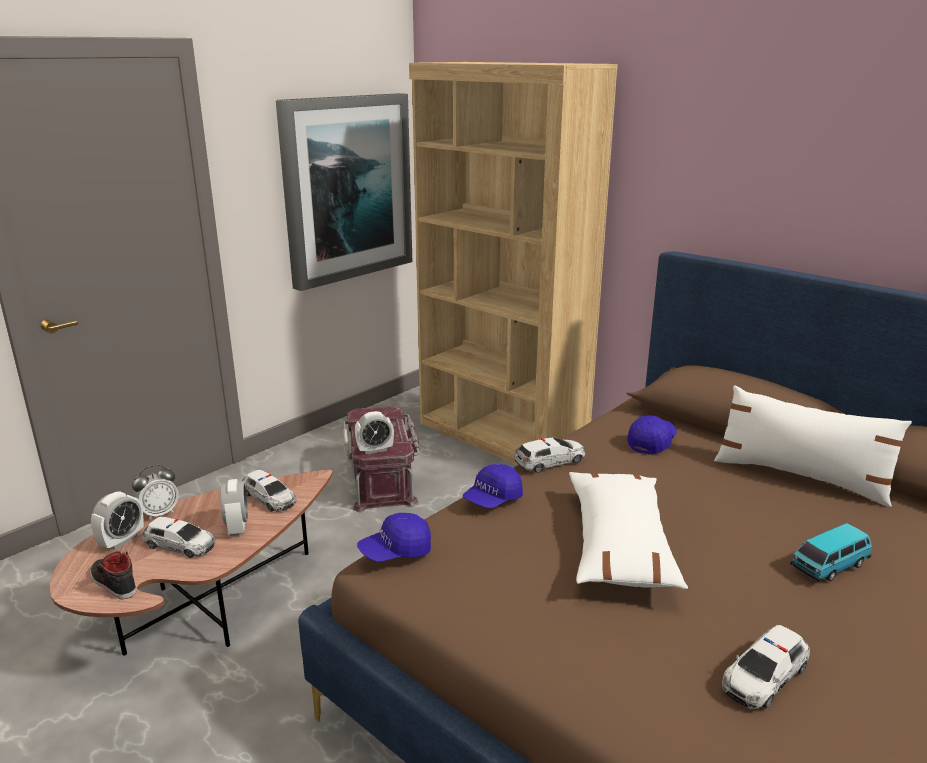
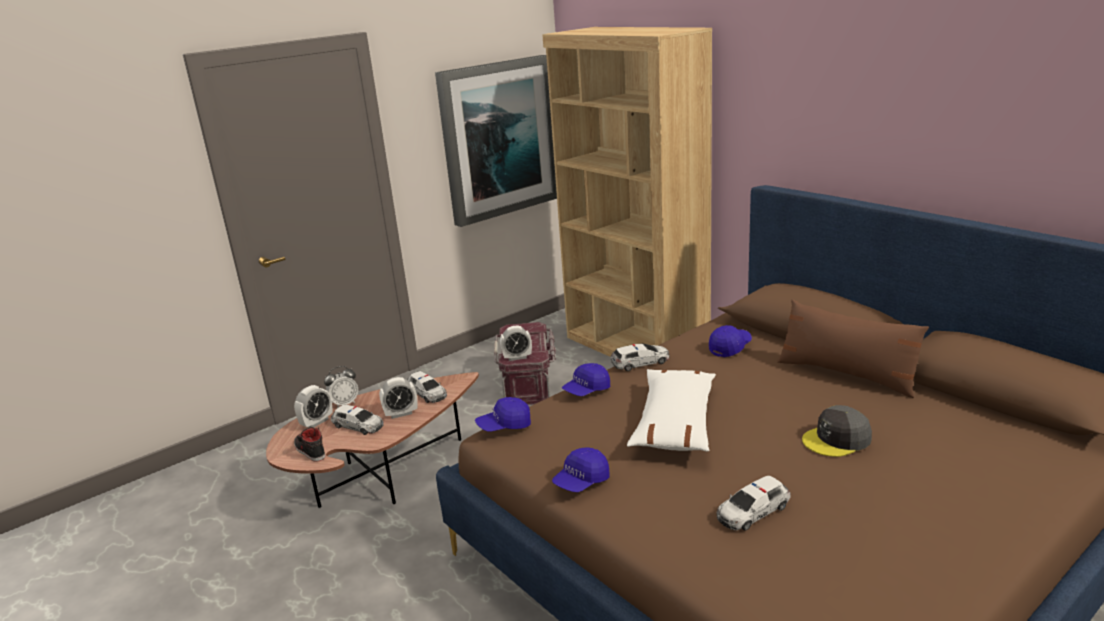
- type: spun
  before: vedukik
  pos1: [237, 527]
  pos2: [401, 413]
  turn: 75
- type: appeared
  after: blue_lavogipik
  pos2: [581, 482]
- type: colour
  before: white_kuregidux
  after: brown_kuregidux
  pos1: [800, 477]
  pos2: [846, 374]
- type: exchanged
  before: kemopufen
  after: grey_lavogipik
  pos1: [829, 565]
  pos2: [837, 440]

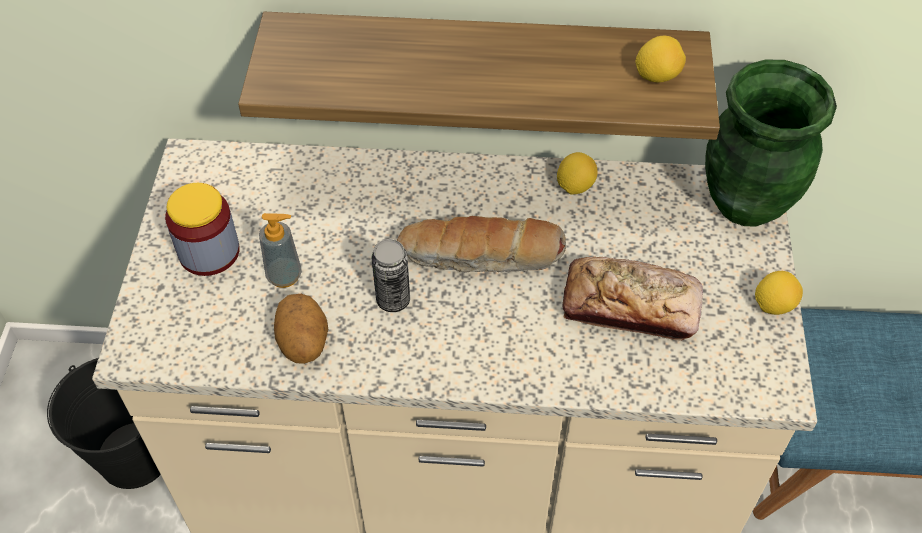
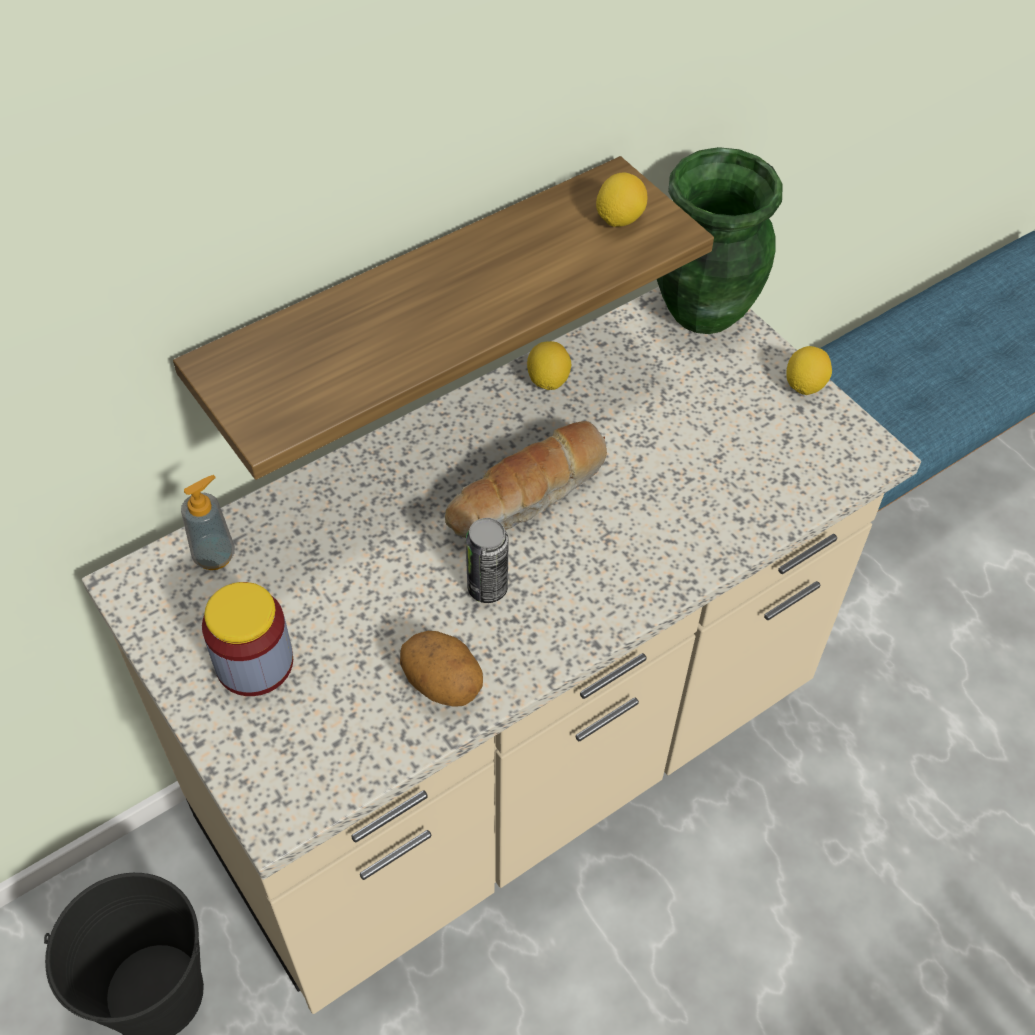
- type: relocated
  before: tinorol
  pos1: [284, 276]
  pos2: [214, 555]
- type: missing
  before: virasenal
  pos1: [630, 306]

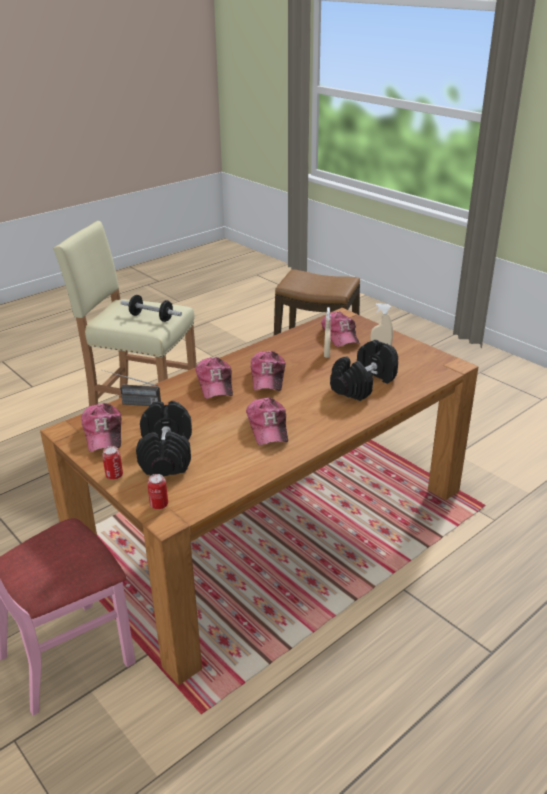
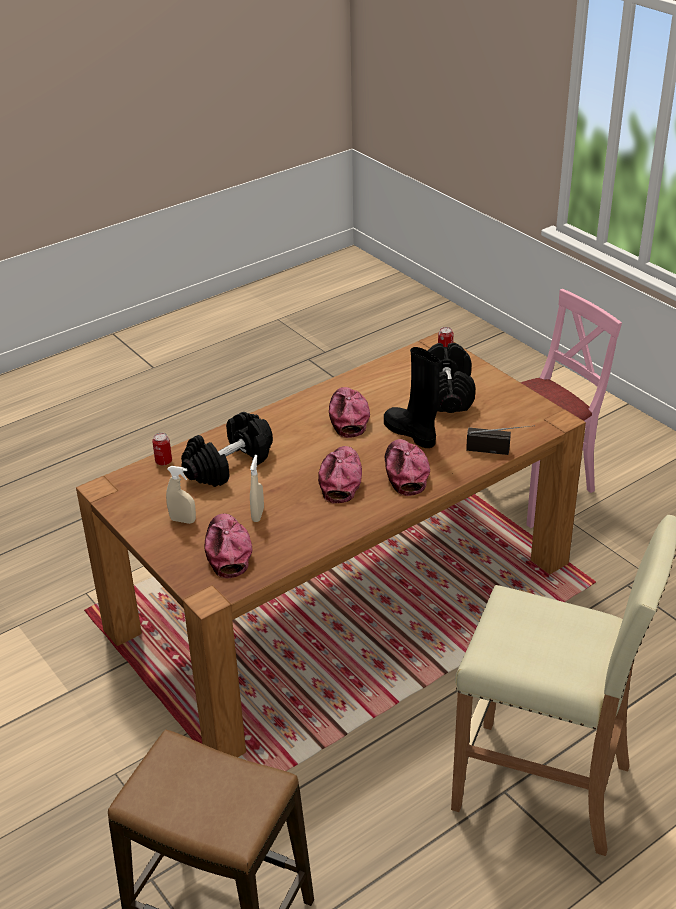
- type: relocated
  before: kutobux
  pos1: [114, 475]
  pos2: [163, 461]
- type: appeared
  after: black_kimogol
  pos2: [411, 433]
- type: missing
  before: lavogipik
  pos1: [103, 434]
- type: missing
  before: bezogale
  pos1: [151, 317]

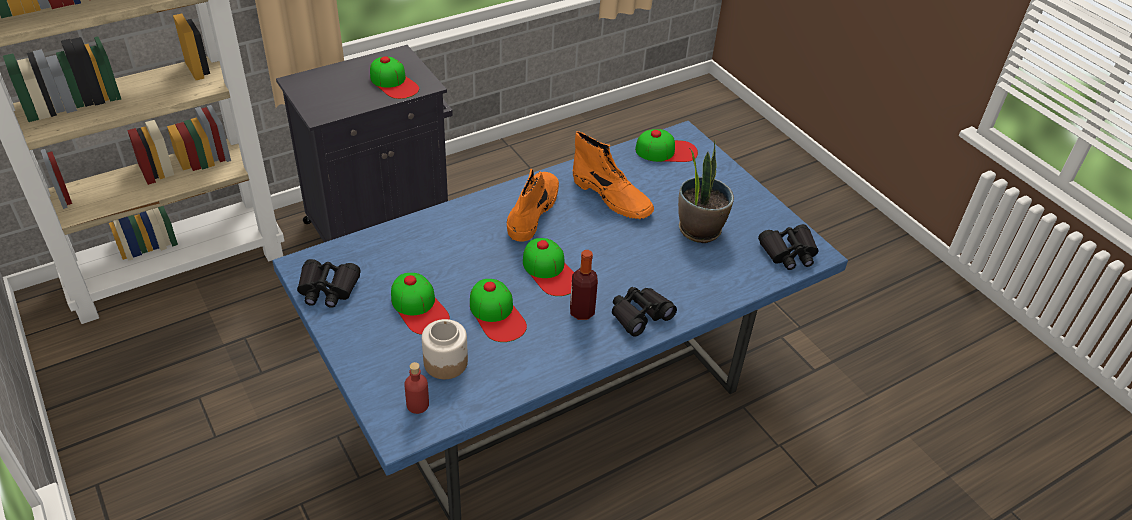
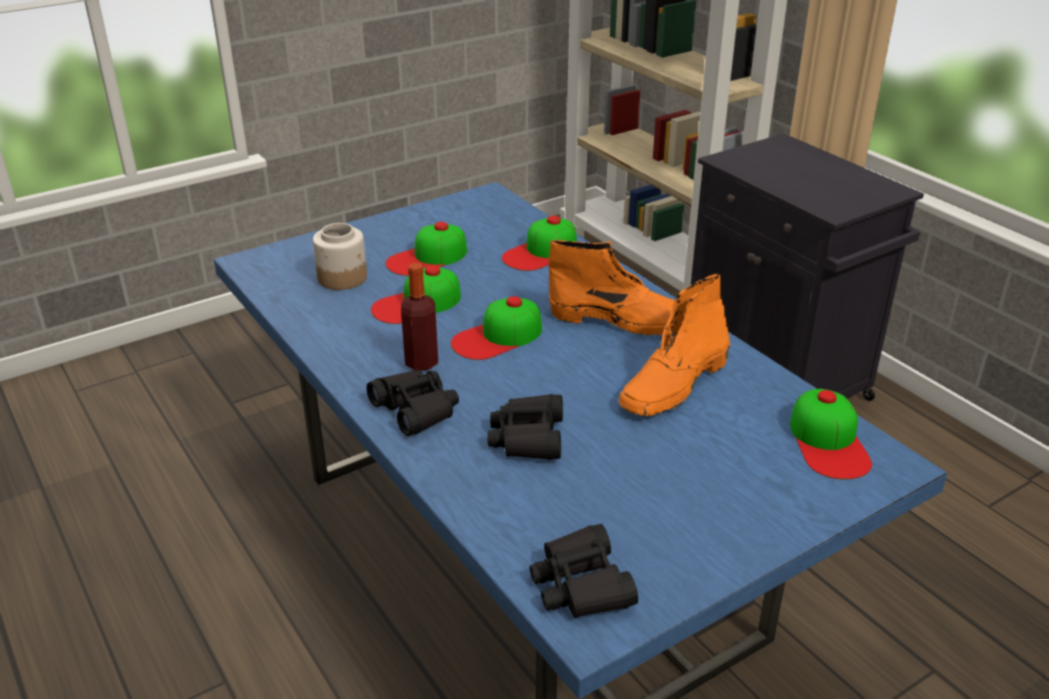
- type: relocated
  before: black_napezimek
  pos1: [327, 289]
  pos2: [528, 437]
- type: relocated
  before: lavogipik
  pos1: [394, 83]
  pos2: [540, 252]
- type: missing
  before: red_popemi
  pos1: [417, 405]
- type: missing
  before: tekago
  pos1: [699, 229]

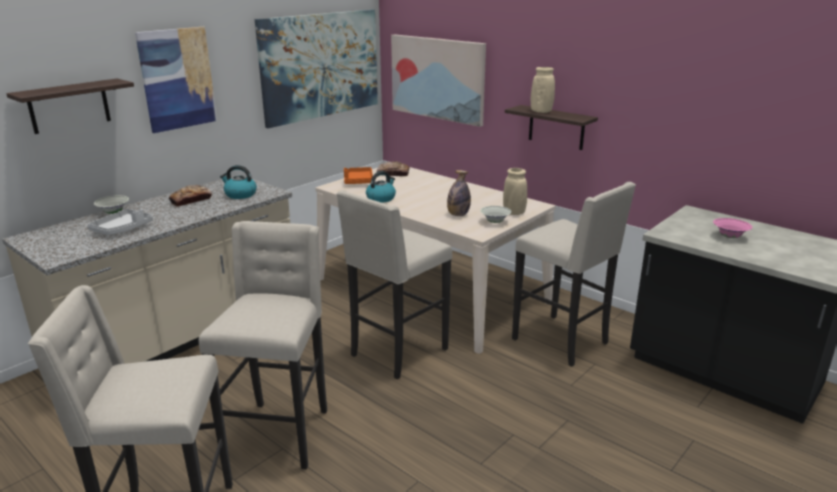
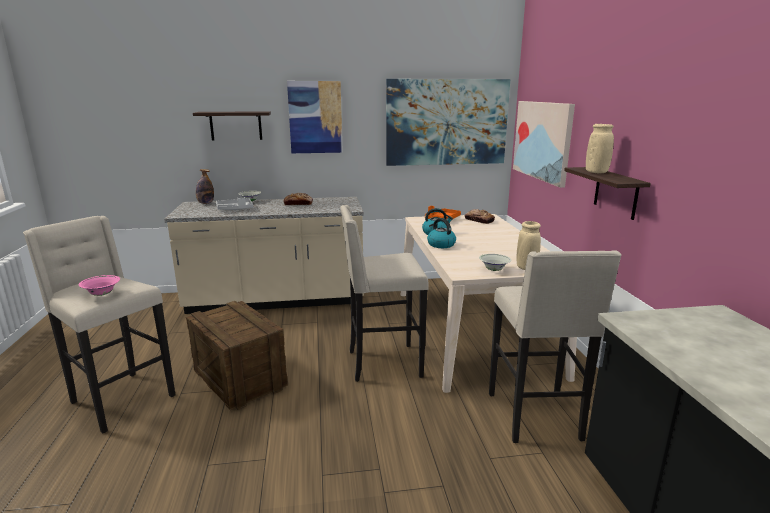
- type: relocated
  before: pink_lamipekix
  pos1: [730, 237]
  pos2: [102, 294]
- type: exchanged
  before: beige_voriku
  after: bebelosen
  pos1: [279, 433]
  pos2: [240, 379]
- type: relocated
  before: popemi
  pos1: [458, 215]
  pos2: [205, 203]
- type: relocated
  before: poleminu
  pos1: [240, 194]
  pos2: [440, 244]

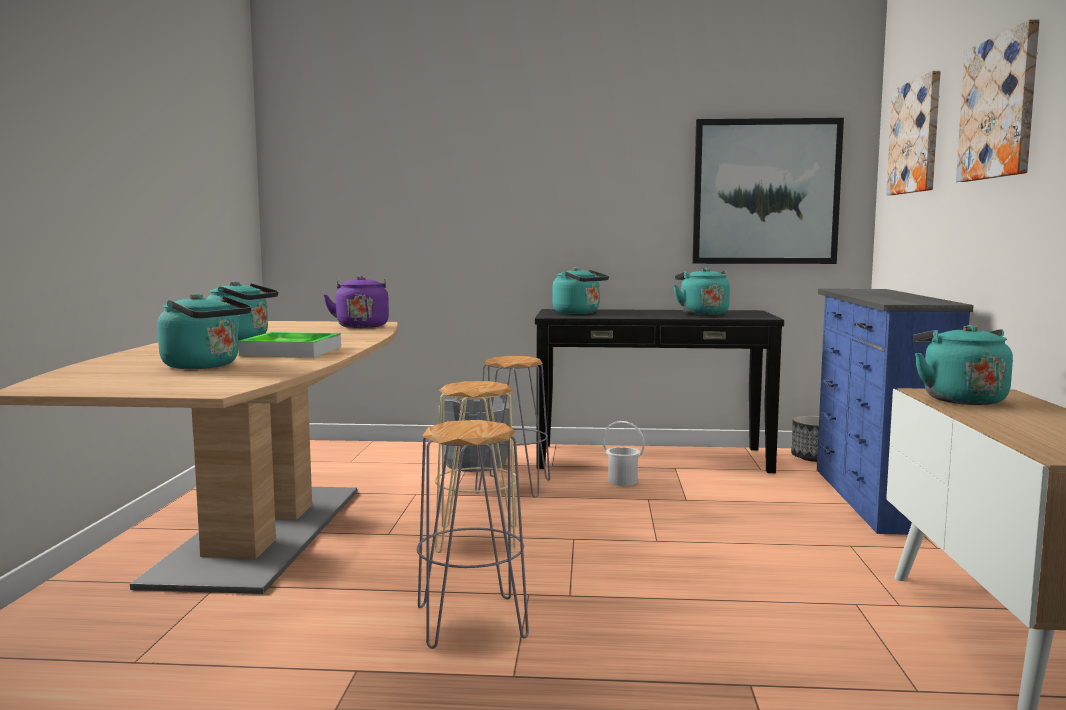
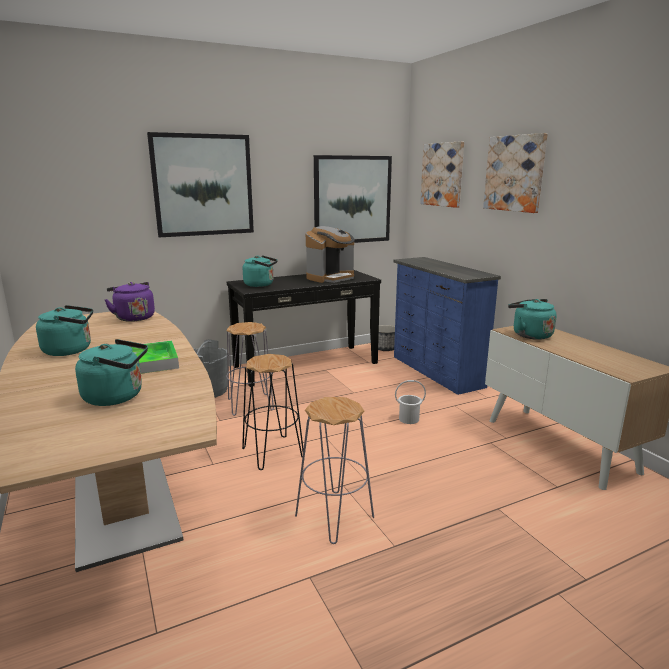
- type: appeared
  after: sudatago
  pos2: [203, 185]
- type: colour
  before: beige_voriku
  after: black_voriku
  pos1: [477, 540]
  pos2: [273, 453]
- type: exchanged
  before: turquoise_poleminu
  after: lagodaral
  pos1: [702, 314]
  pos2: [331, 278]
- type: relocated
  before: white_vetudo
  pos1: [622, 482]
  pos2: [409, 419]

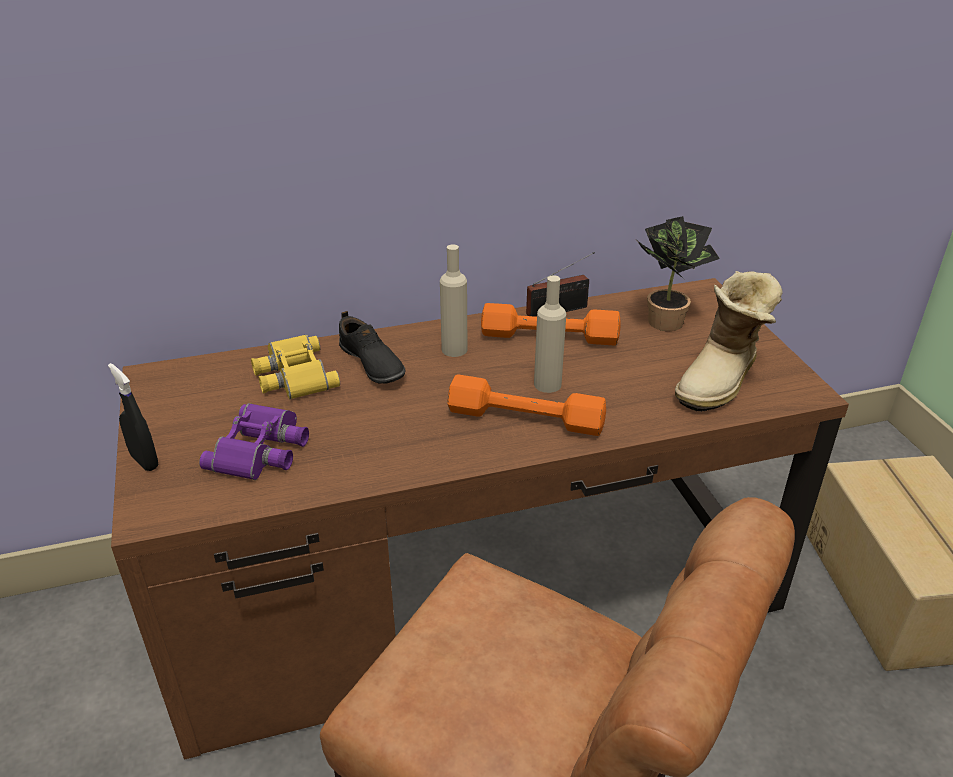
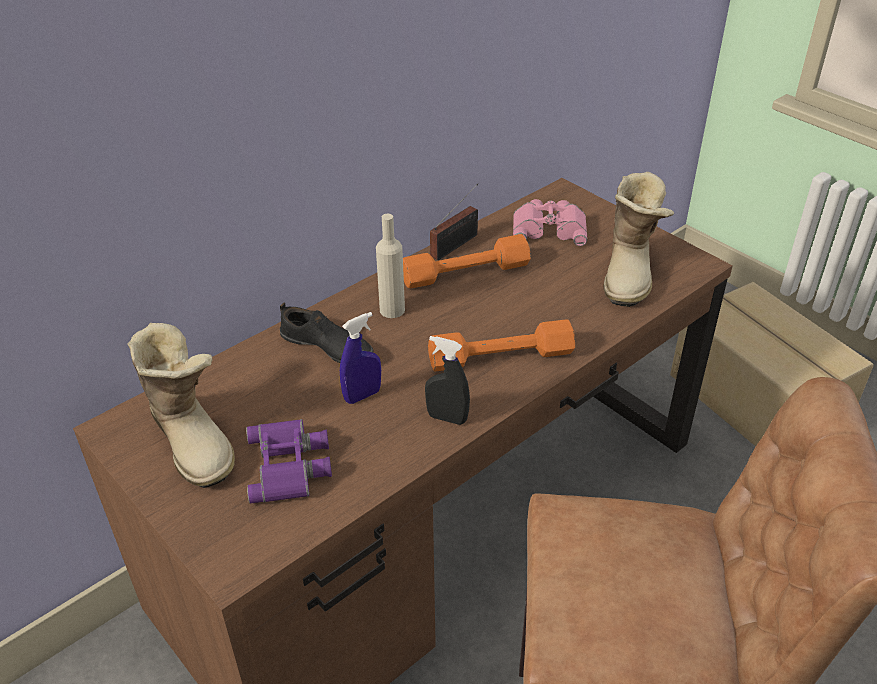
- type: appeared
  after: kimogol
  pos2: [194, 439]
- type: appeared
  after: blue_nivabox
  pos2: [362, 395]
- type: relocated
  before: black_nivabox
  pos1: [144, 461]
  pos2: [447, 418]
- type: exchanged
  before: tekago
  after: pink_napezimek
  pos1: [665, 319]
  pos2: [549, 228]
- type: missing
  before: yellow_napezimek
  pos1: [293, 375]
- type: missing
  before: beige_popemi
  pos1: [547, 384]

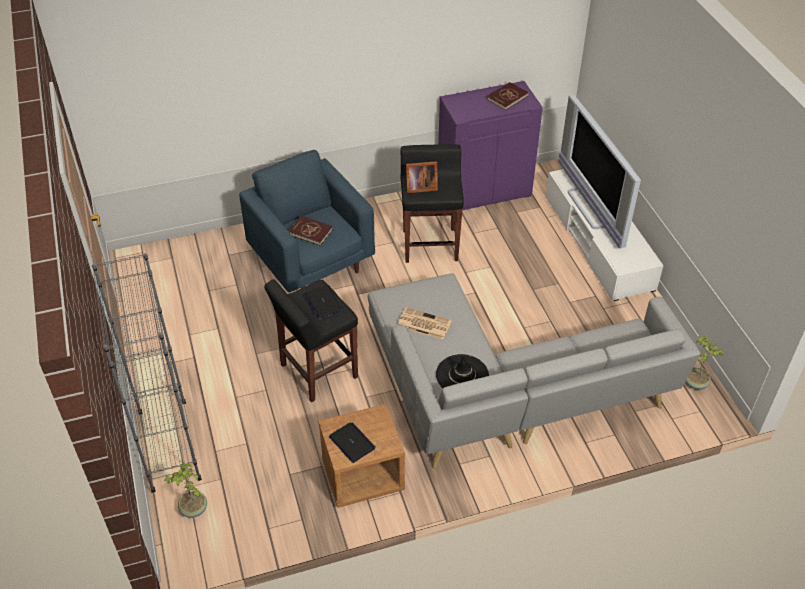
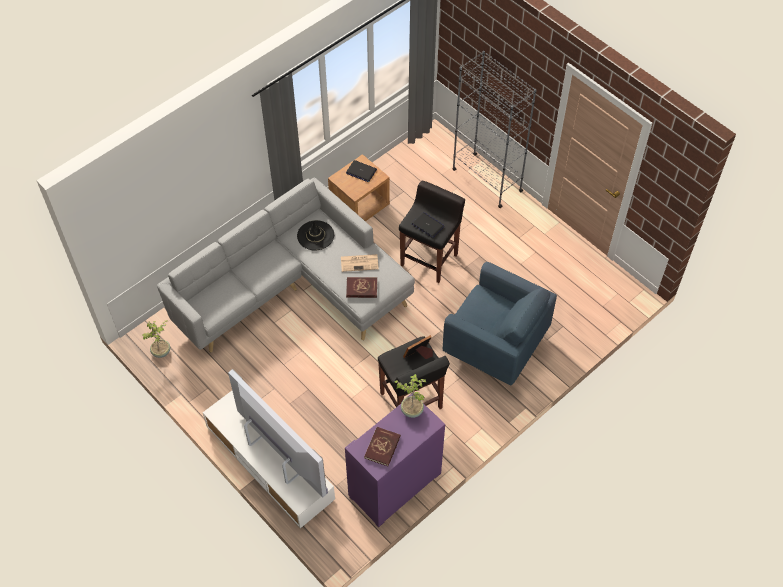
- type: relocated
  before: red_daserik
  pos1: [310, 232]
  pos2: [361, 288]
- type: relocated
  before: tekago
  pos1: [193, 509]
  pos2: [412, 409]

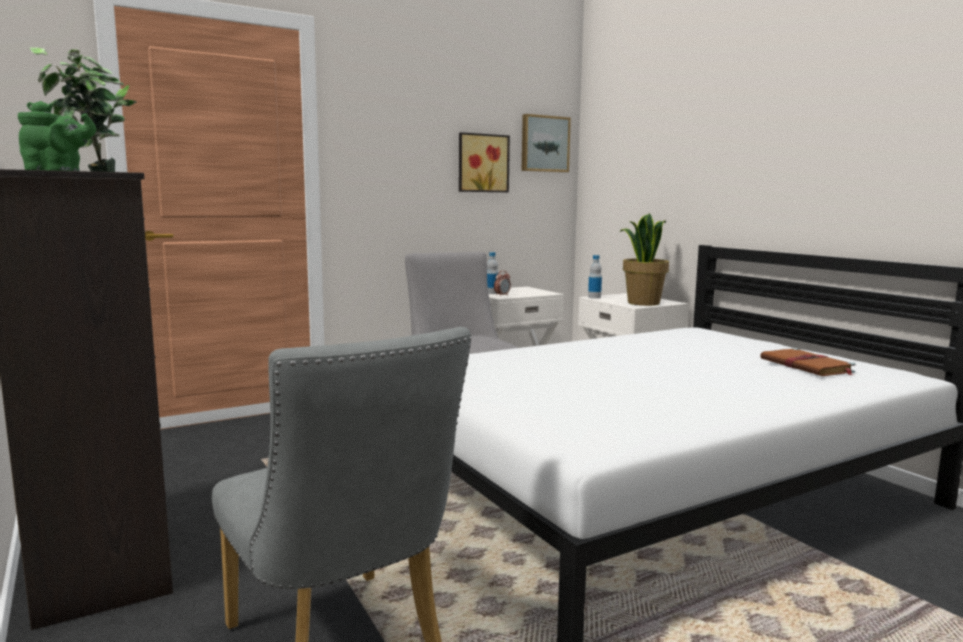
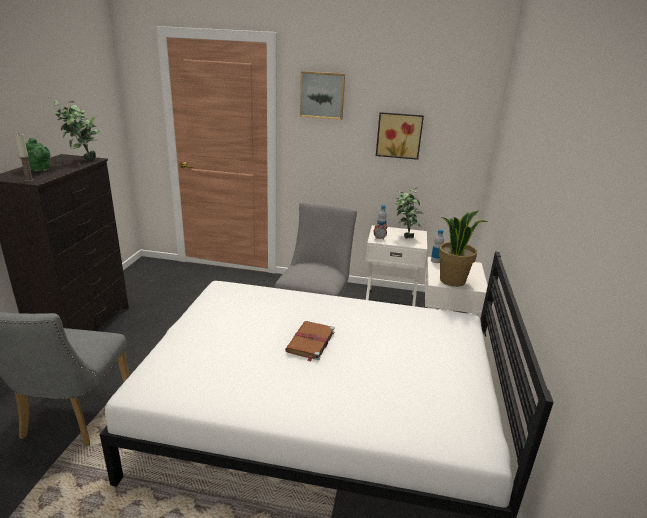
- type: appeared
  after: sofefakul
  pos2: [29, 180]
- type: relocated
  before: brown_daserik
  pos1: [807, 366]
  pos2: [310, 342]
- type: relocated
  before: sudatago
  pos1: [544, 144]
  pos2: [322, 95]
- type: appeared
  after: tekago
  pos2: [404, 236]

